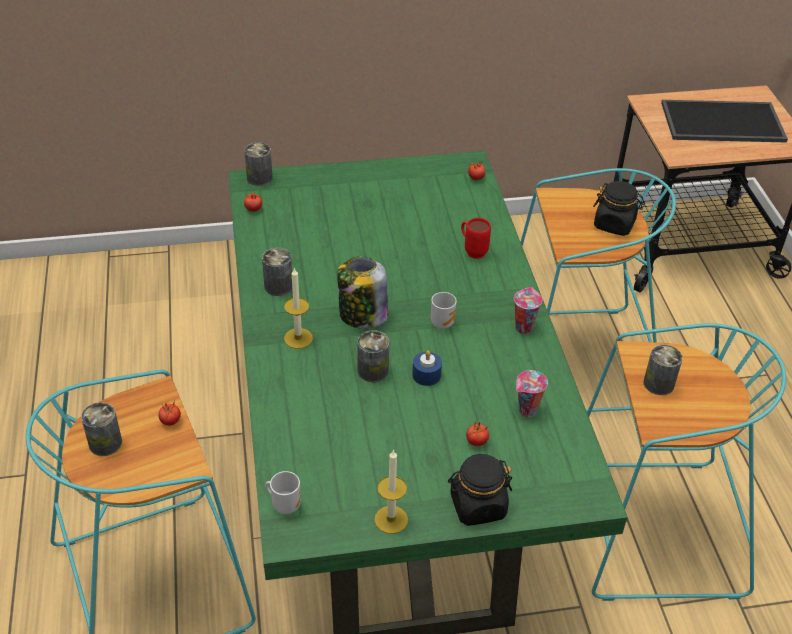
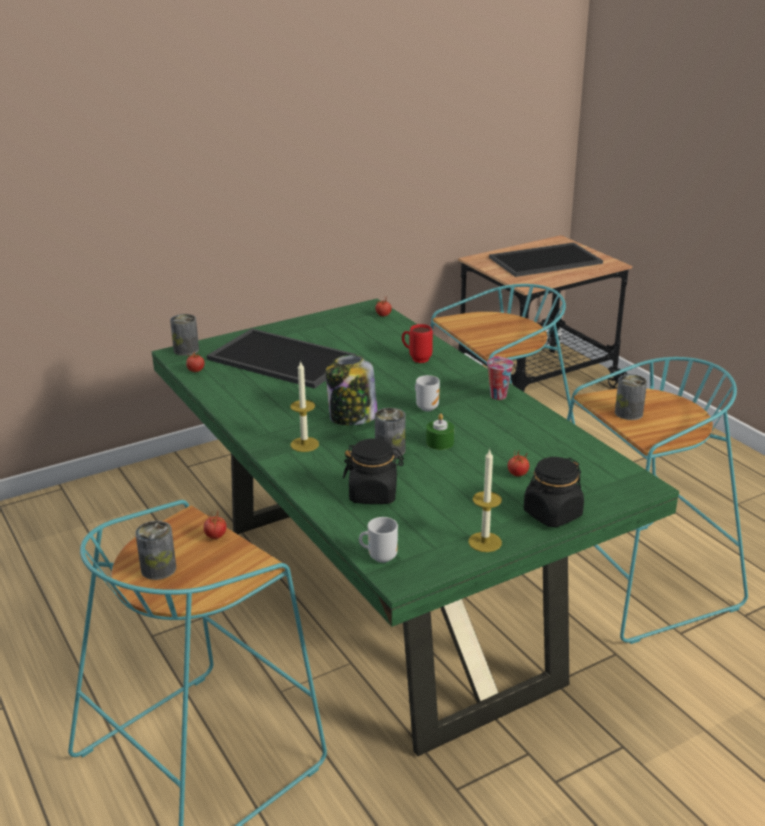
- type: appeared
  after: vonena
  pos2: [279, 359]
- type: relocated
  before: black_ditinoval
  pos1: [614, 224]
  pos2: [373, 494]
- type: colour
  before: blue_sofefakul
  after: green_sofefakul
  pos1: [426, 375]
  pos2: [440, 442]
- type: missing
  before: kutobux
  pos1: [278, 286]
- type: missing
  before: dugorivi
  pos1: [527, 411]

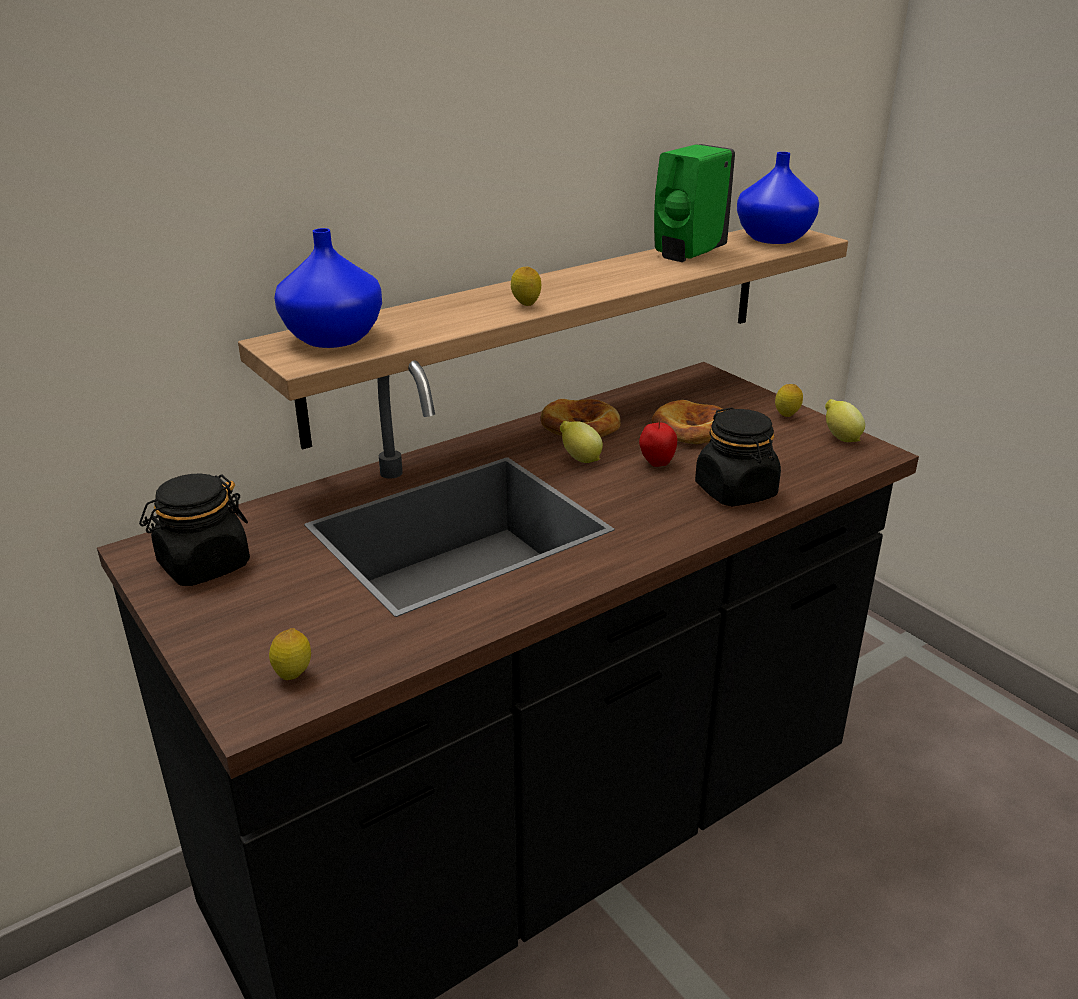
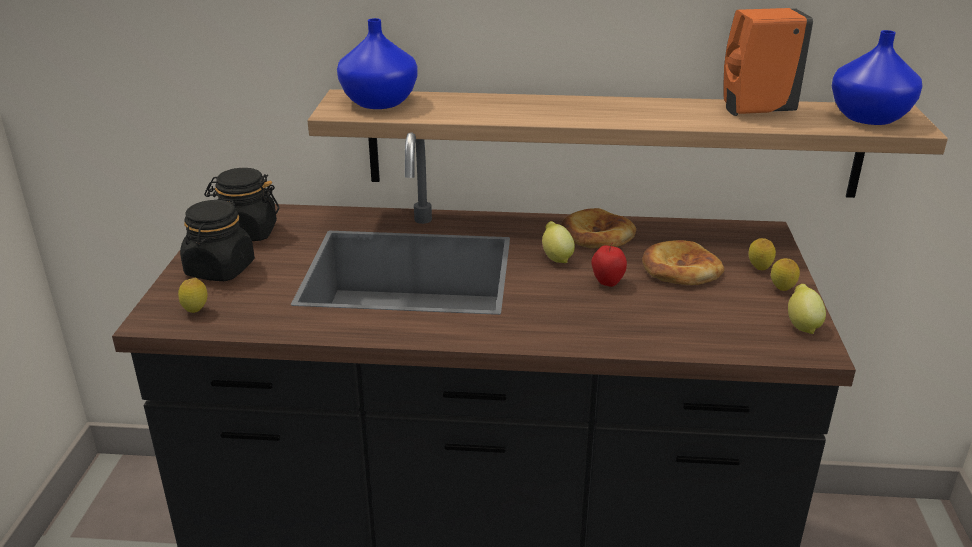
- type: relocated
  before: black_ditinoval
  pos1: [736, 491]
  pos2: [220, 269]
- type: colour
  before: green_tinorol
  after: orange_tinorol
  pos1: [688, 254]
  pos2: [754, 111]
- type: relocated
  before: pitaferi
  pos1: [526, 306]
  pos2: [759, 269]

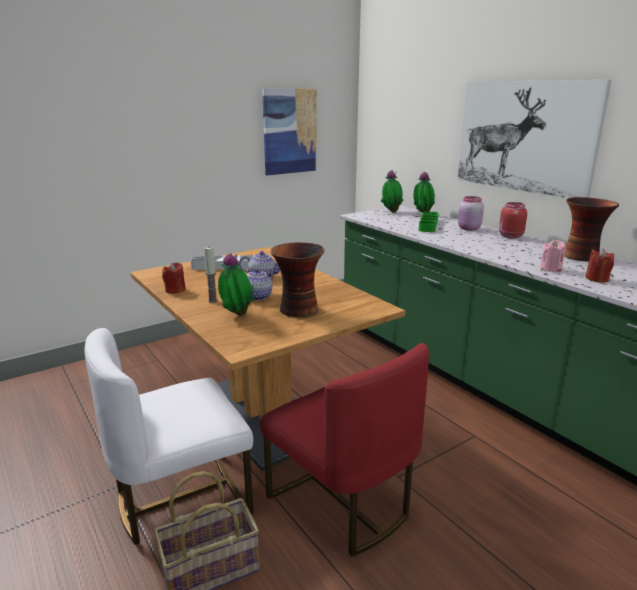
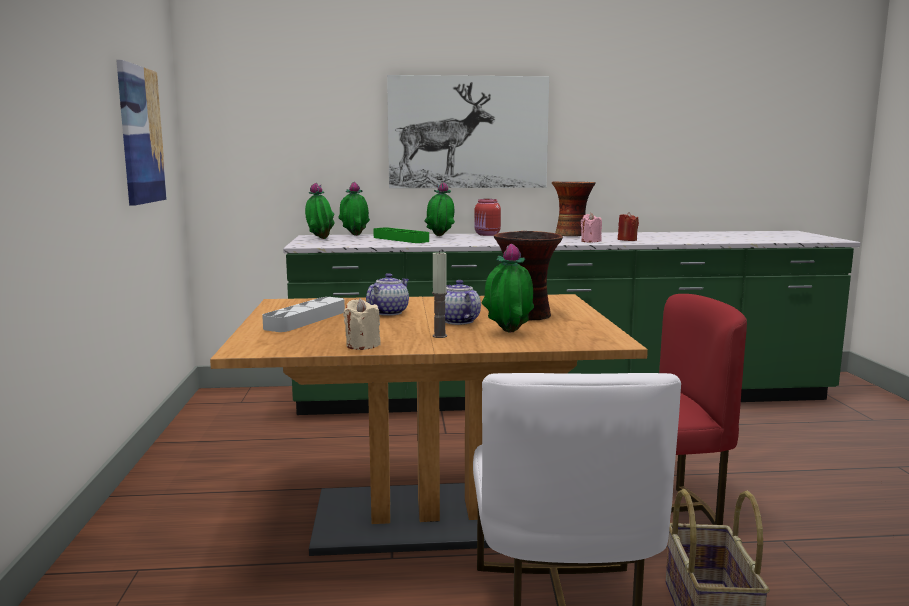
- type: colour
  before: red_sofefakul
  after: beige_sofefakul
  pos1: [175, 290]
  pos2: [362, 345]
- type: exchanged
  before: pink_ditinoval
  after: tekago
  pos1: [468, 228]
  pos2: [440, 236]

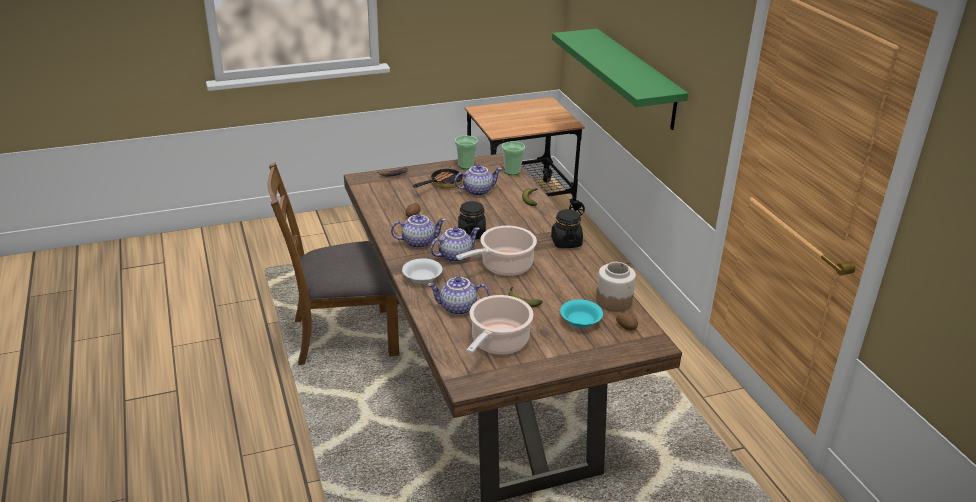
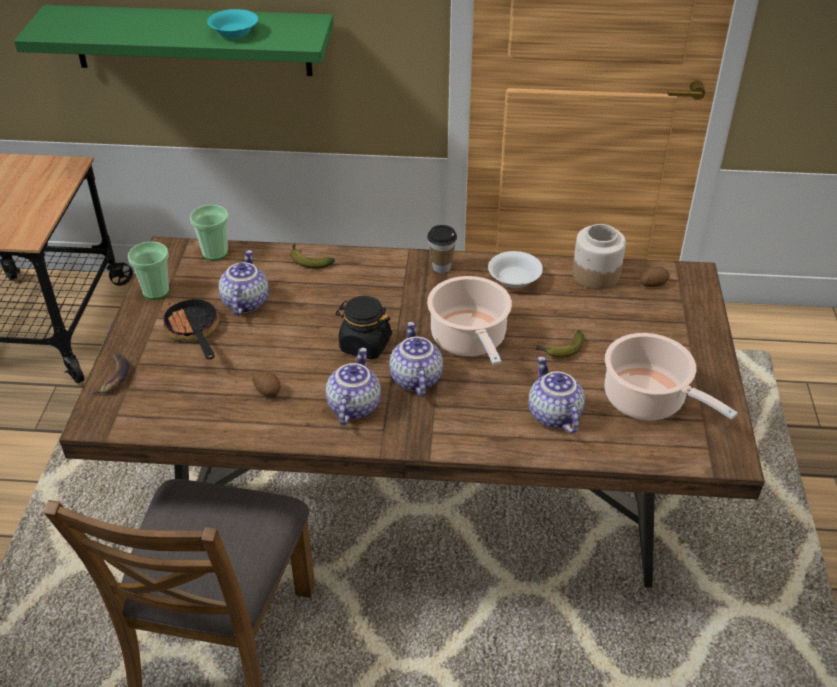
- type: relocated
  before: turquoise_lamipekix
  pos1: [580, 321]
  pos2: [233, 33]
- type: exchanged
  before: black_ditinoval
  after: dugorivi
  pos1: [566, 242]
  pos2: [441, 267]
- type: relocated
  before: white_lamipekix
  pos1: [422, 278]
  pos2: [515, 279]
- type: spun
  before: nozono
  pos1: [457, 308]
  pos2: [552, 415]
  turn: 135

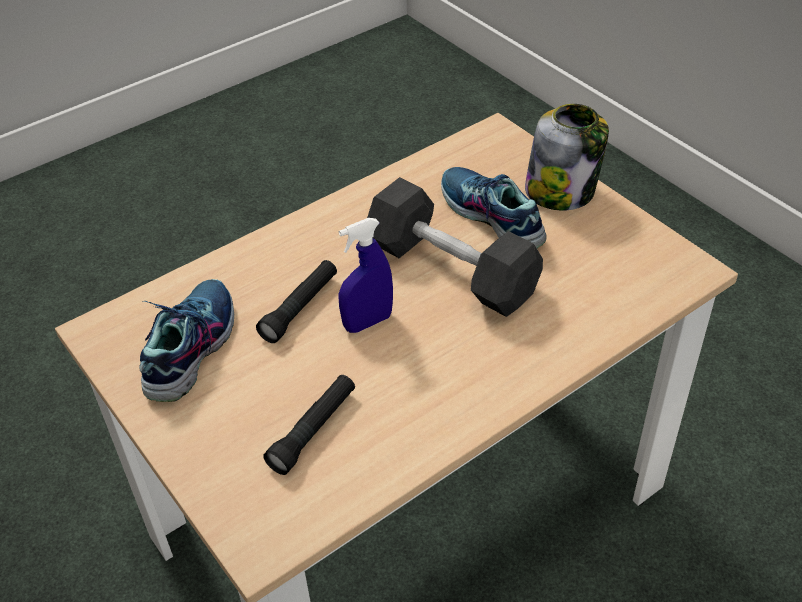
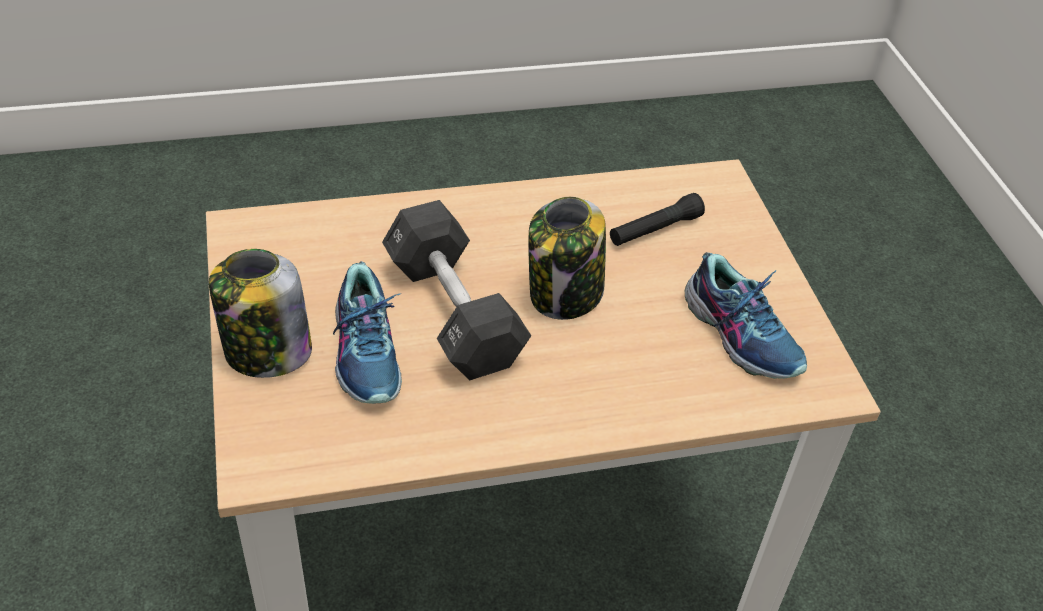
- type: exchanged
  before: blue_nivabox
  after: ditinoval
  pos1: [368, 322]
  pos2: [565, 294]
- type: spun
  before: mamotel
  pos1: [190, 348]
  pos2: [742, 334]
  turn: -75
- type: missing
  before: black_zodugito
  pos1: [300, 308]

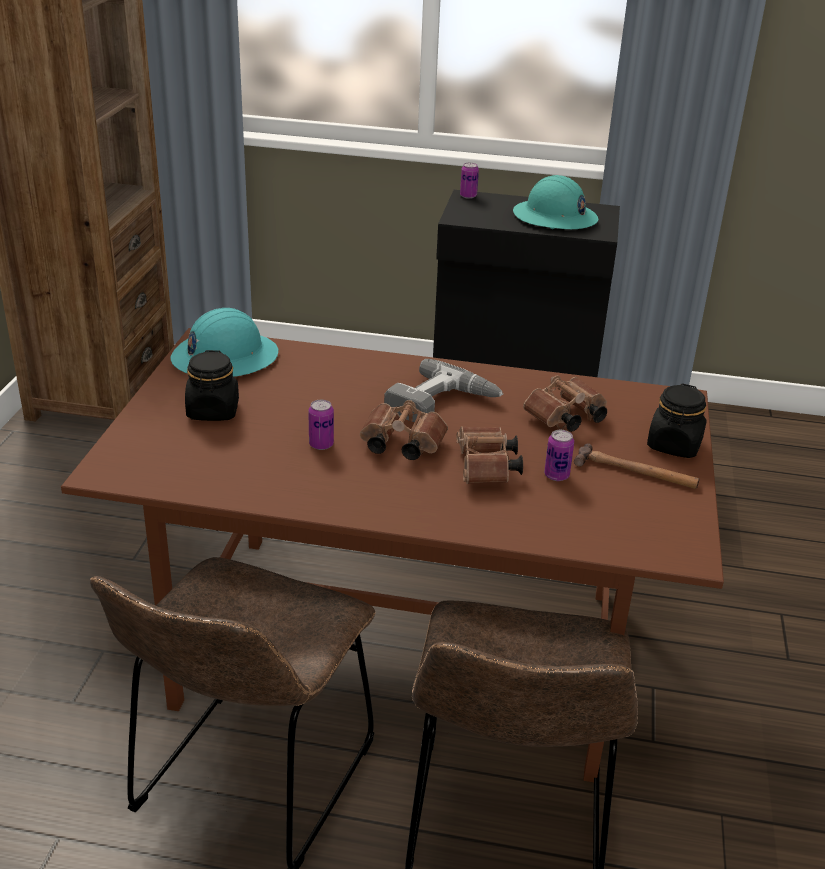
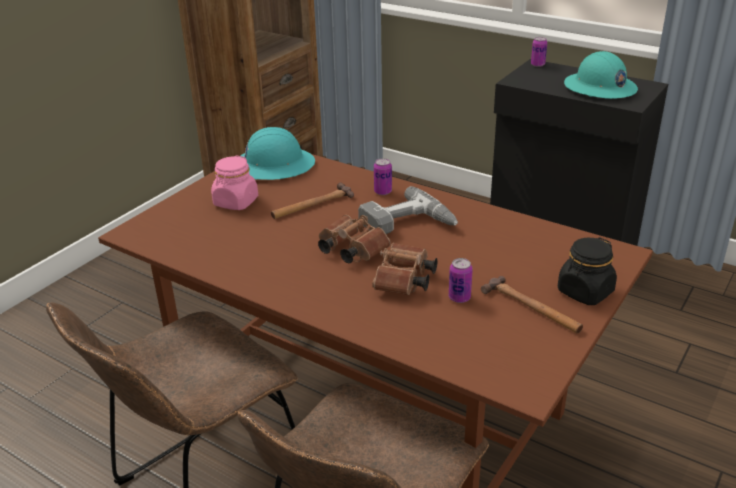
- type: colour
  before: black_ditinoval
  after: pink_ditinoval
  pos1: [213, 411]
  pos2: [236, 202]
- type: appeared
  after: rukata
  pos2: [312, 205]
- type: relocated
  before: kutobux
  pos1: [321, 444]
  pos2: [383, 192]
- type: missing
  before: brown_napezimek
  pos1: [564, 419]

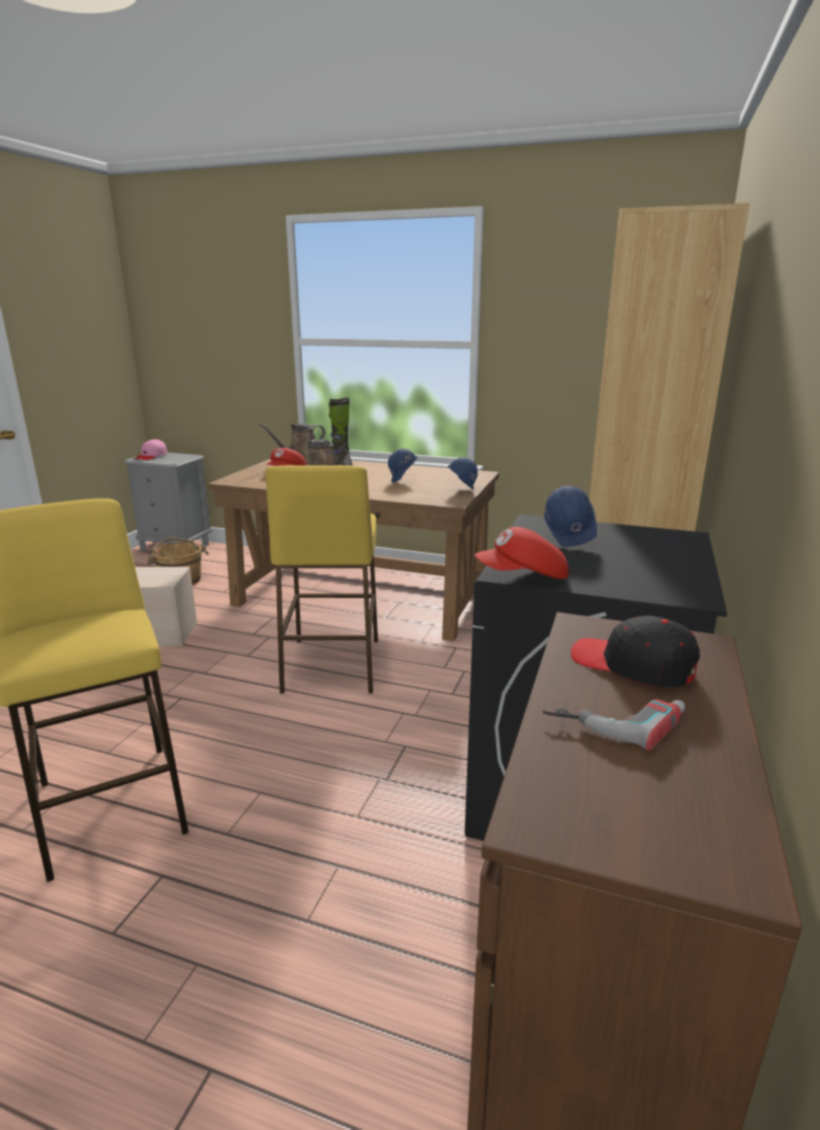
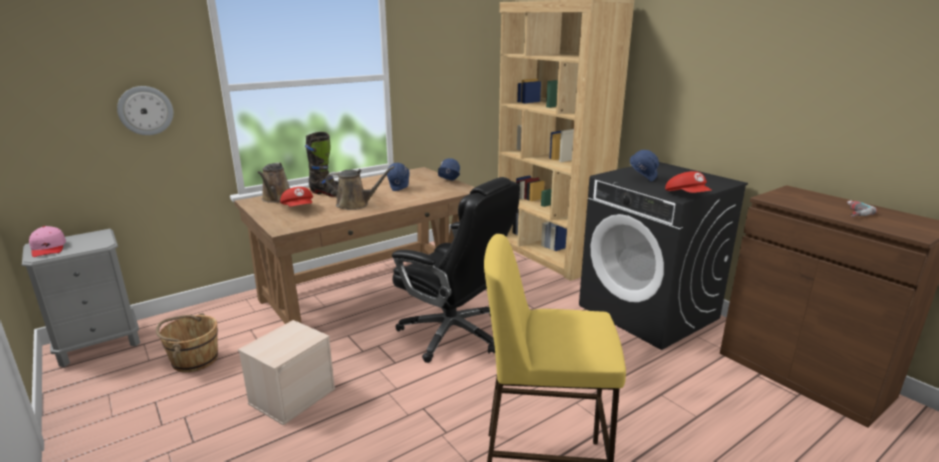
- type: appeared
  after: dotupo
  pos2: [145, 110]
- type: exchanged
  before: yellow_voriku
  after: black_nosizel
  pos1: [332, 665]
  pos2: [454, 334]
- type: spun
  before: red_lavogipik
  pos1: [523, 577]
  pos2: [687, 196]
  turn: -45
- type: missing
  before: black_lavogipik
  pos1: [632, 665]

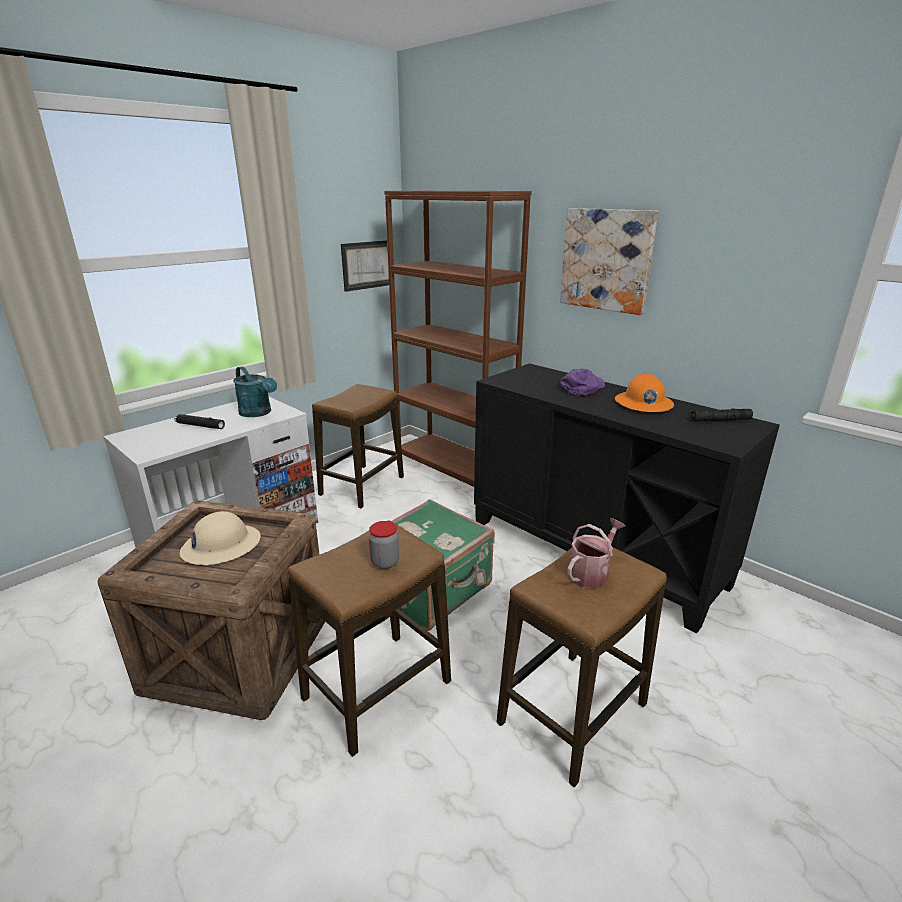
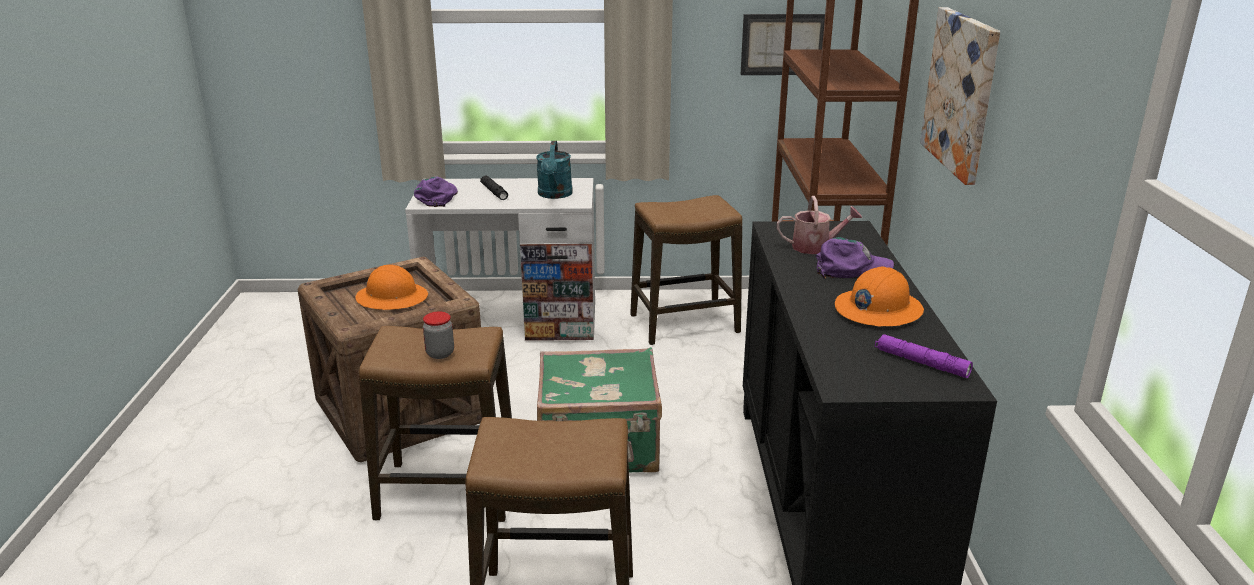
- type: colour
  before: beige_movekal
  after: orange_movekal
  pos1: [221, 546]
  pos2: [392, 298]
- type: appeared
  after: purple_lavogipik
  pos2: [437, 197]
- type: relocated
  before: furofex
  pos1: [591, 572]
  pos2: [816, 247]
- type: colour
  before: black_zodugito
  after: purple_zodugito
  pos1: [719, 420]
  pos2: [921, 363]

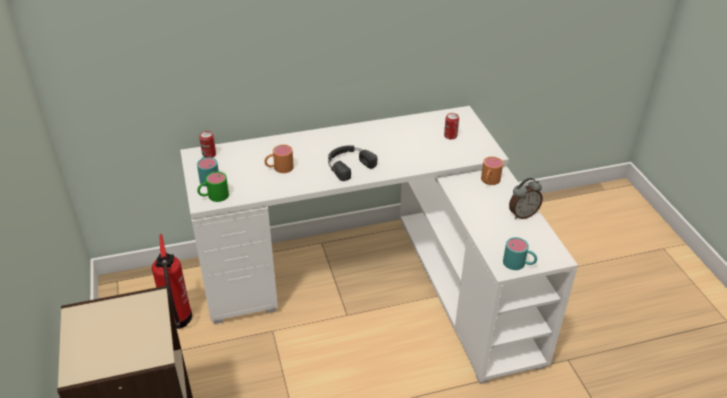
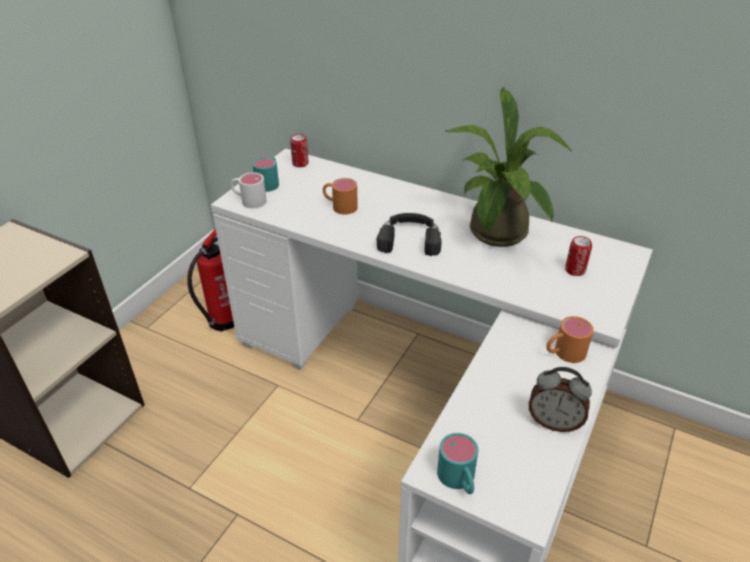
- type: colour
  before: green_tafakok
  after: white_tafakok
  pos1: [213, 196]
  pos2: [249, 200]
- type: appeared
  after: tekago
  pos2: [497, 237]

